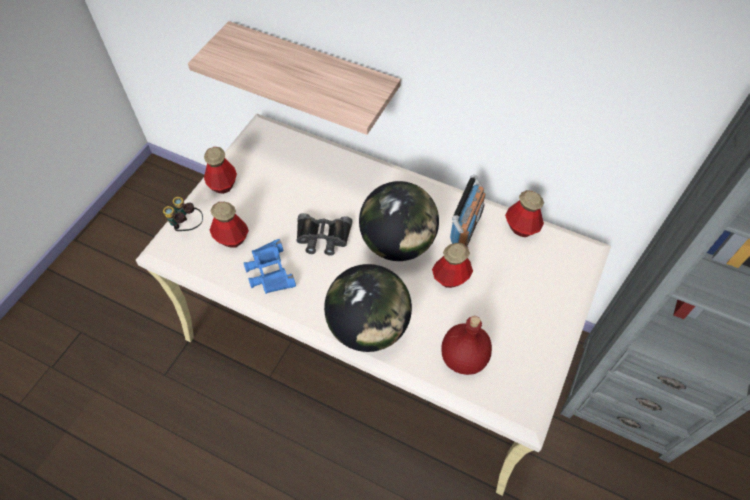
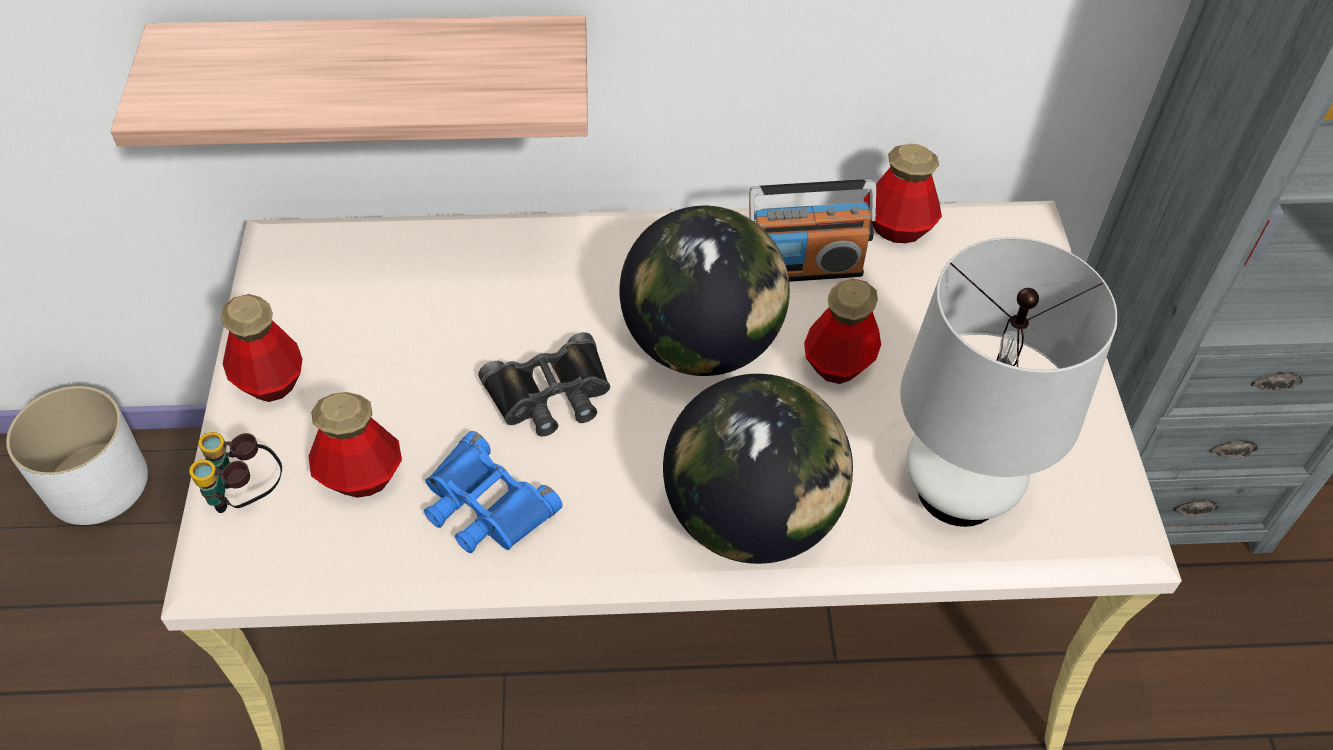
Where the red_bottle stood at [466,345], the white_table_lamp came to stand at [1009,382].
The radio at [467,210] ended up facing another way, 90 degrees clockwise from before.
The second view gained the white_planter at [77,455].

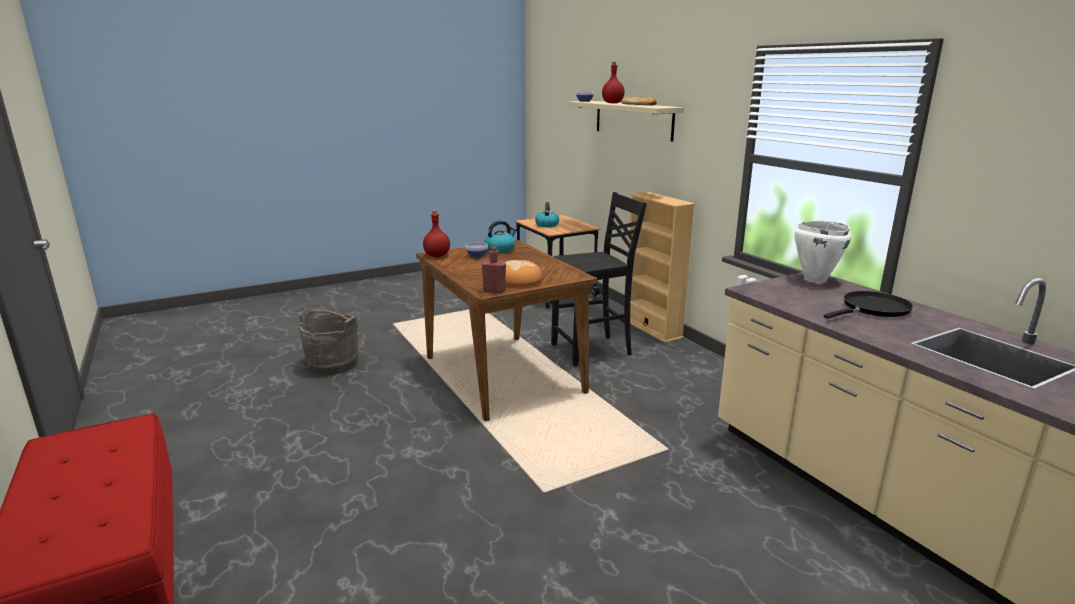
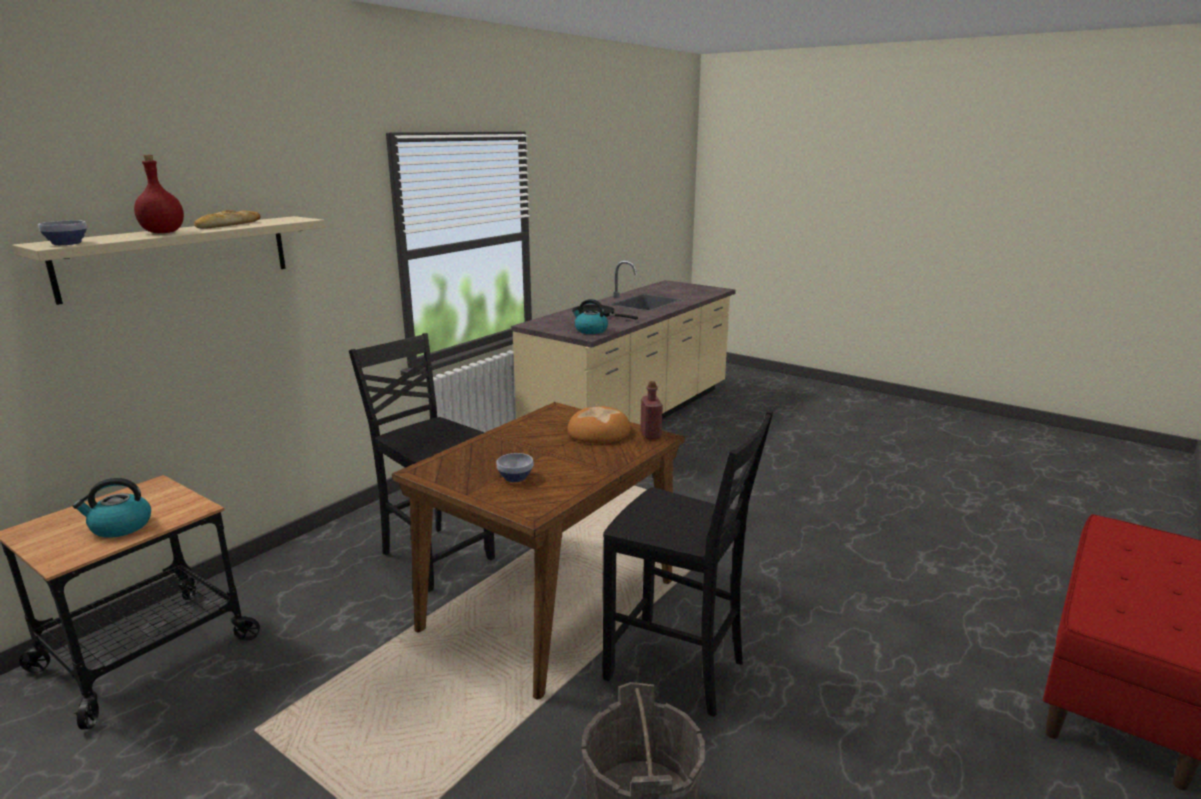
The second view lost the red_bottle at [436,233].
The kettle ended up elsewhere, having gone from [500,236] to [590,316].
The second view lost the beige_bookcase at [662,267].
The second view lost the white_cooking_pot at [822,252].
The second view gained the black_chair at [688,563].

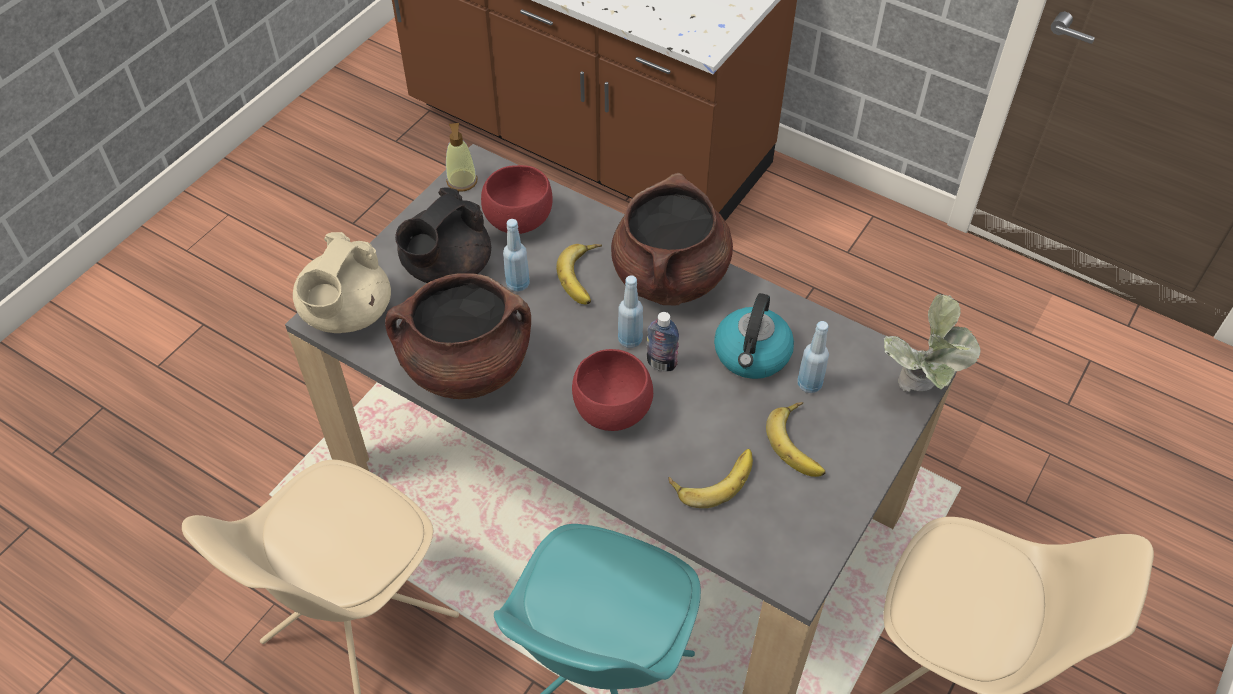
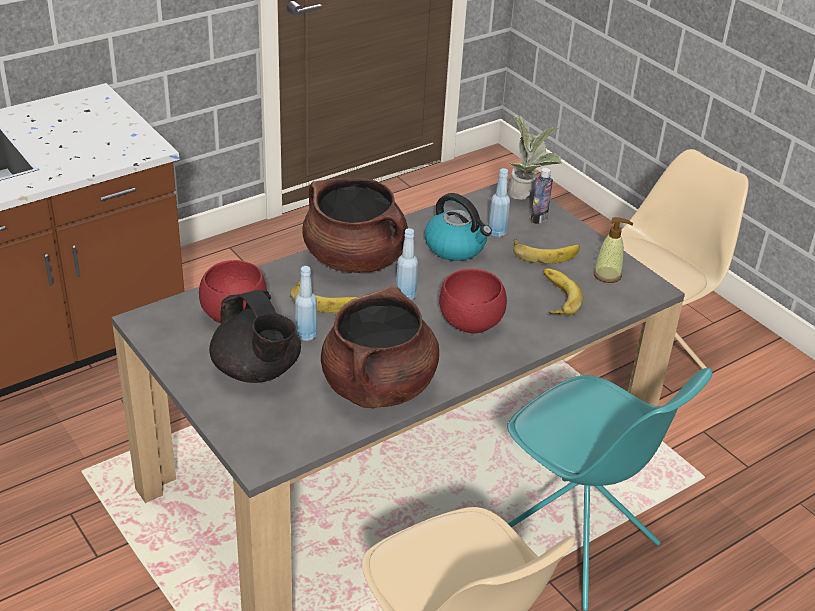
The second view lost the beige_teapot at [342,282].
The soap_dispenser ended up elsewhere, having gone from [462,157] to [613,250].
The bottle ended up elsewhere, having gone from [662,341] to [542,196].

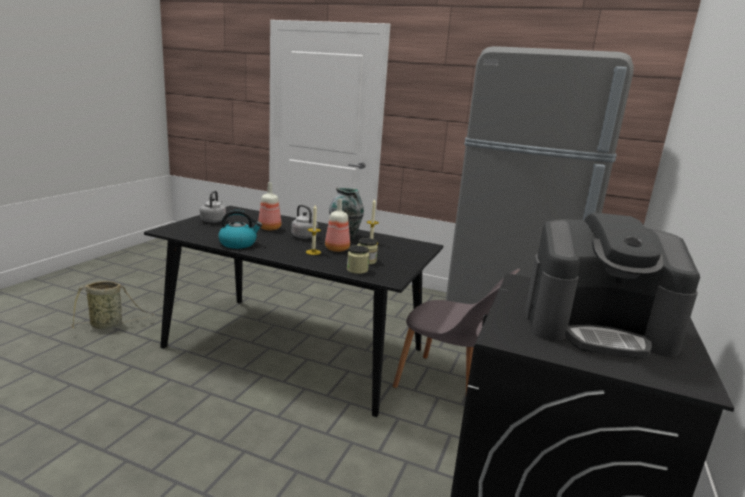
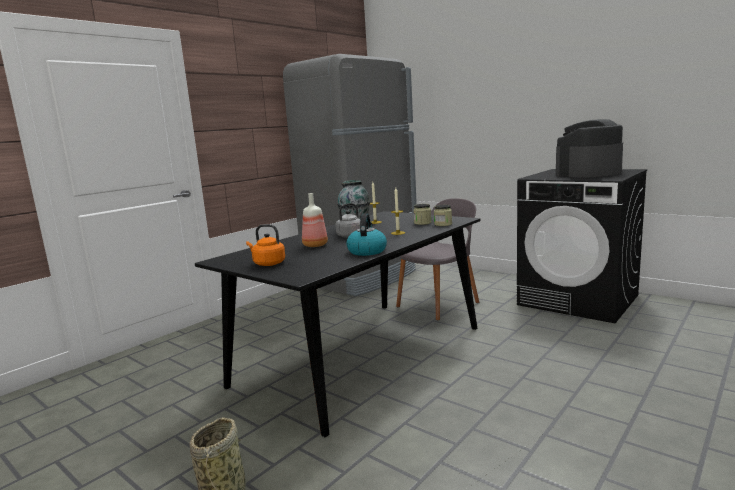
What was the grey_kettle at [213,206] turned into the orange_kettle at [265,245].
The second view lost the bottle at [337,225].
The coffee_machine at [612,285] ended up facing another way, 150 degrees counterclockwise from before.

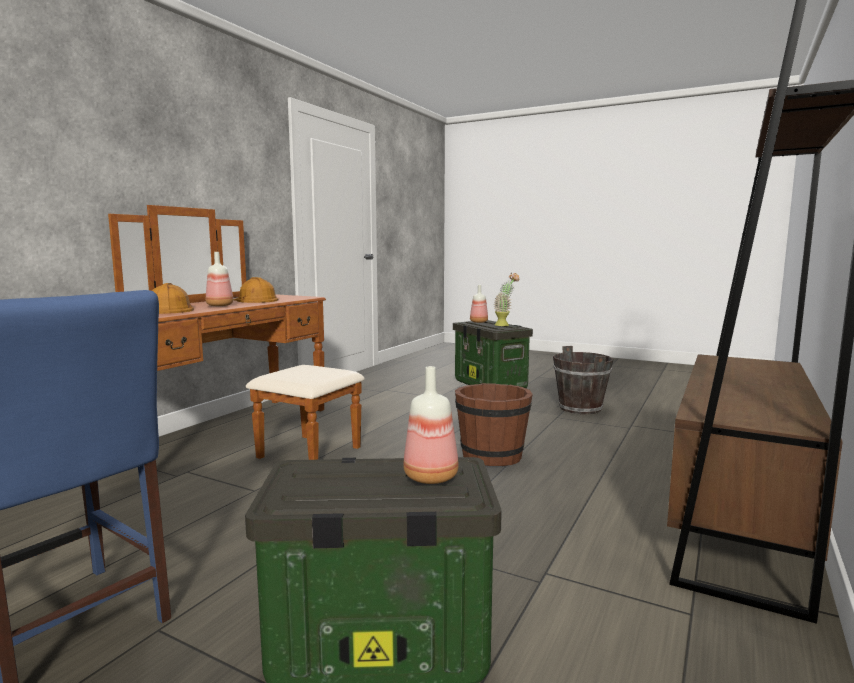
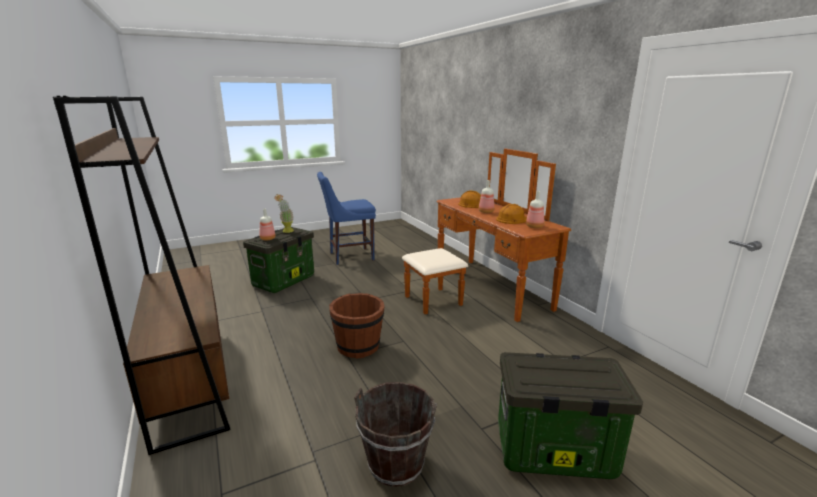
The bottle ended up elsewhere, having gone from [479,304] to [535,209].
The potted_plant ended up elsewhere, having gone from [507,299] to [284,213].

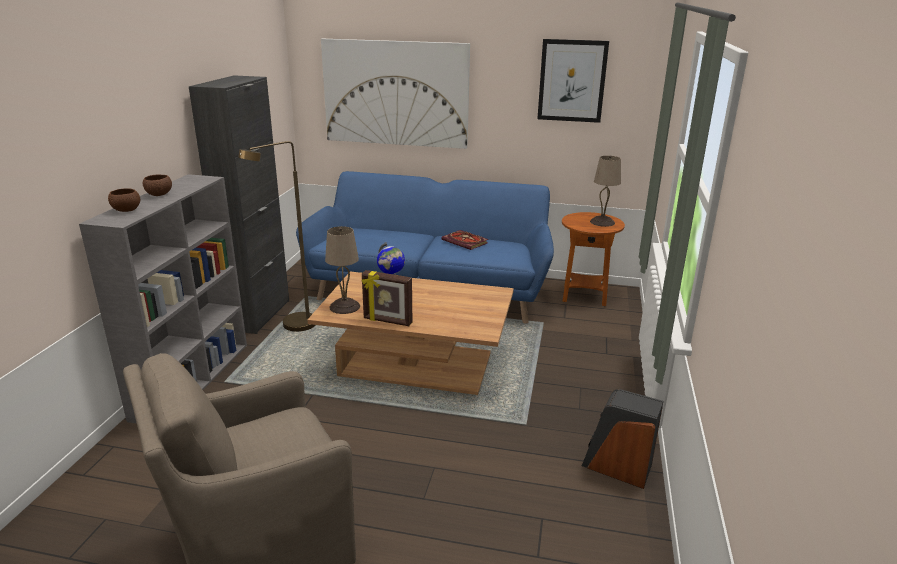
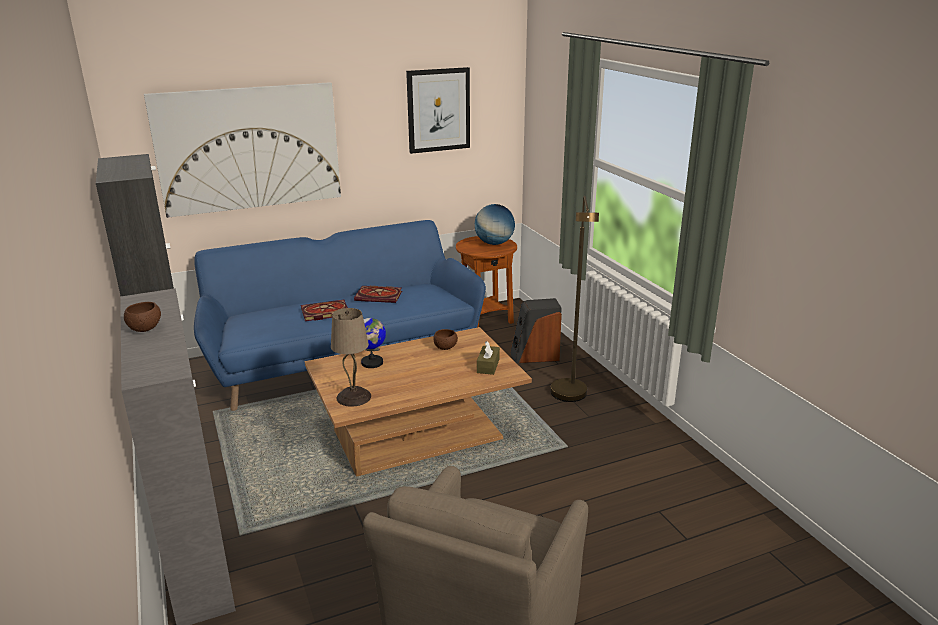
The brown_bowl ended up elsewhere, having gone from [124,200] to [445,339].
The brown_floor_lamp ended up elsewhere, having gone from [276,236] to [574,299].
The second view lost the picture_frame at [386,298].
The speaker ended up elsewhere, having gone from [622,439] to [536,330].
Where the beige_table_lamp stood at [605,191], the globe came to stand at [495,224].
The second view gained the book at [324,310].
The second view gained the brown_tissue_box at [488,358].

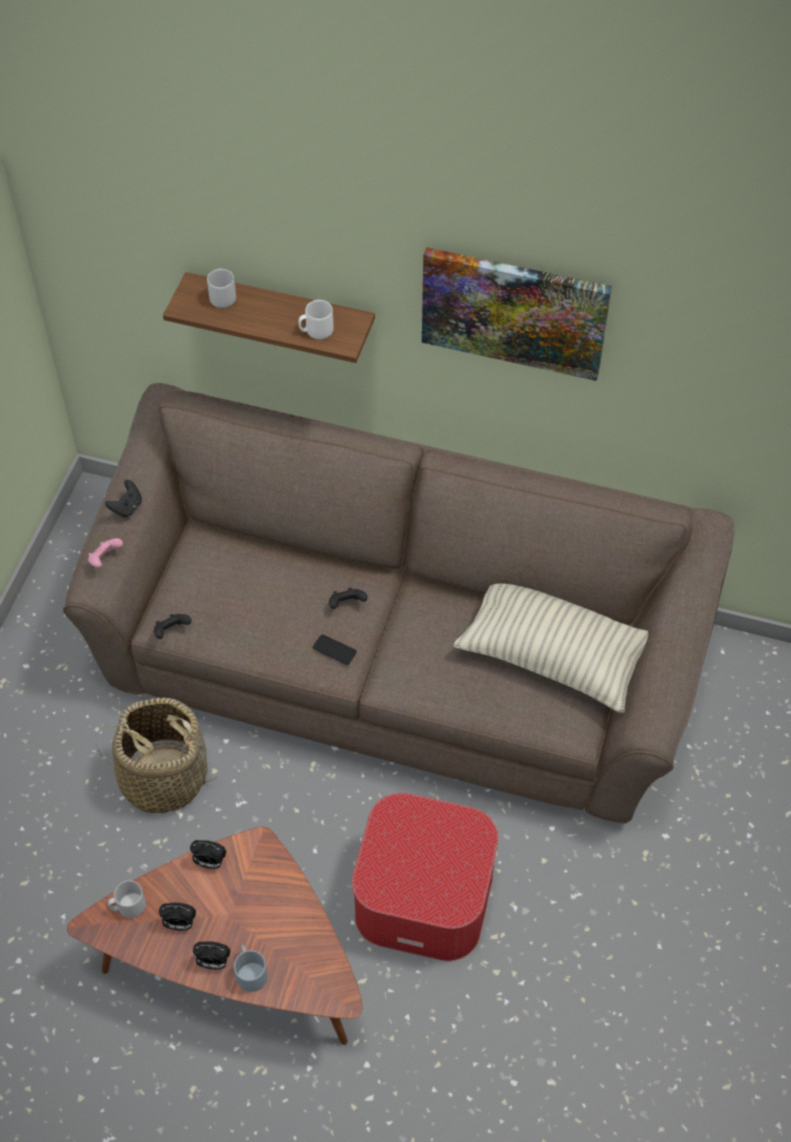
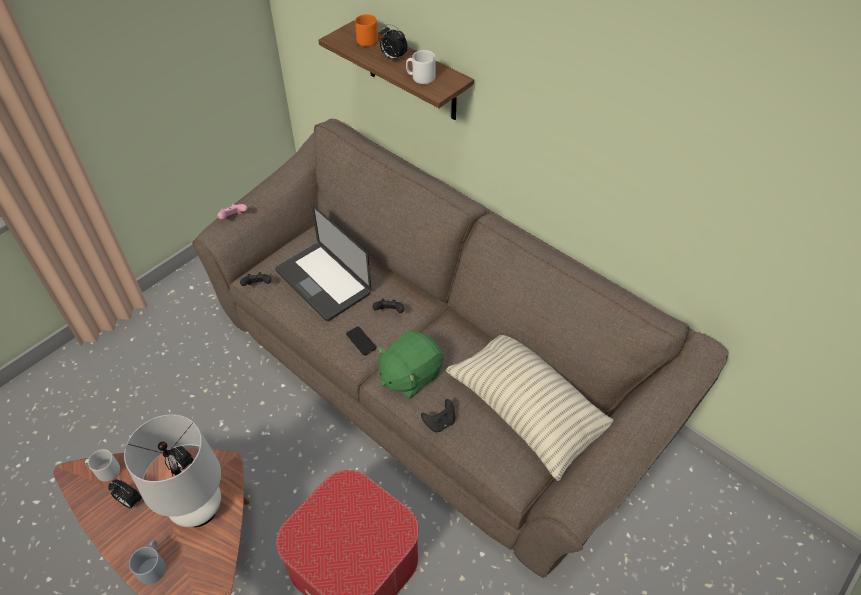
The second view lost the basket at [156,755].
The black_game_controller ended up elsewhere, having gone from [123,498] to [438,415].
The alarm_clock ended up elsewhere, having gone from [211,955] to [394,42].
What was the grey_mug at [221,288] turned into the orange_mug at [366,30].
The second view lost the picture at [517,314].
The second view gained the white_table_lamp at [172,471].
The second view gained the laptop at [323,263].
The second view gained the green_plush_toy at [410,364].

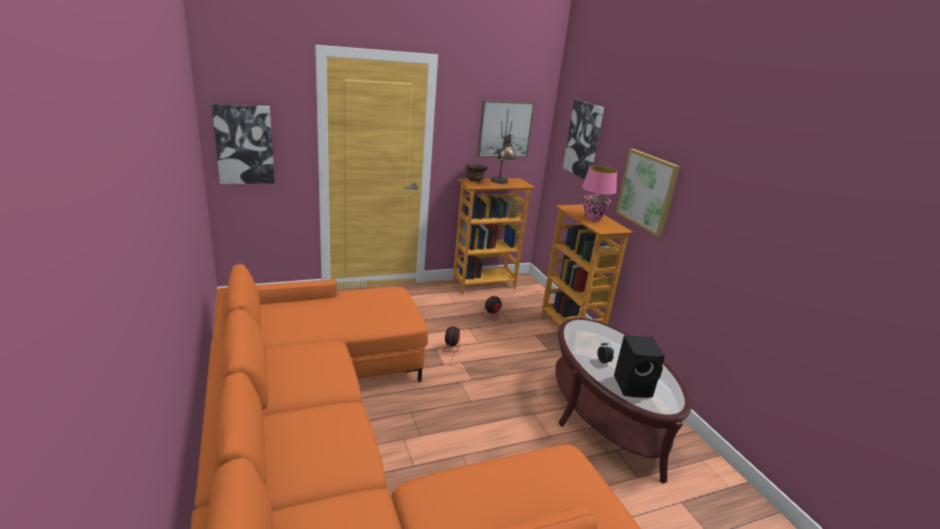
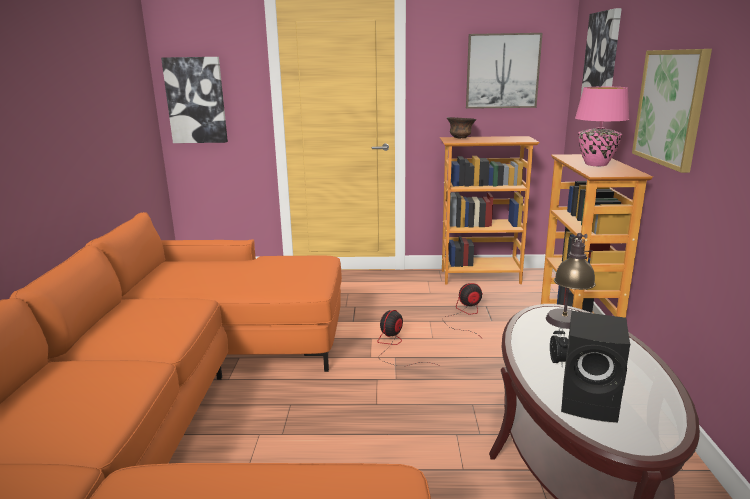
The table_lamp ended up elsewhere, having gone from [503,159] to [570,281].

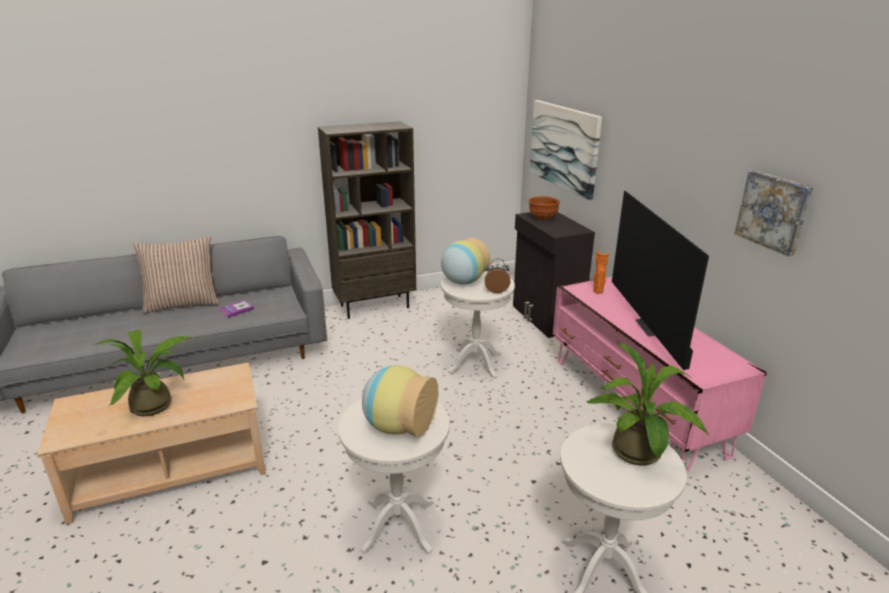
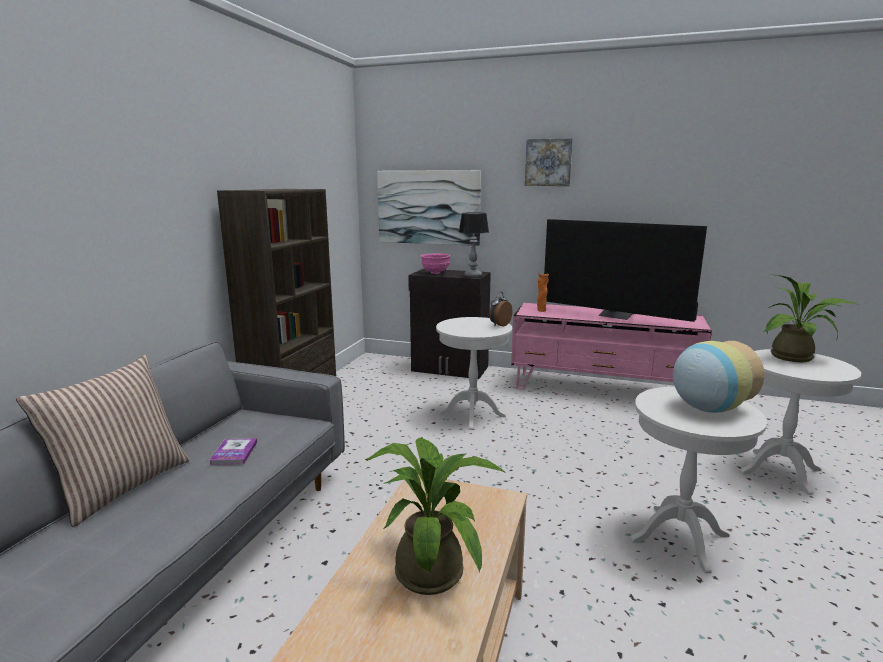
The second view lost the vase at [466,261].
What was the brown_bowl at [544,208] turned into the pink_bowl at [435,263].
The picture ended up elsewhere, having gone from [774,213] to [549,162].
The second view gained the table_lamp at [474,245].

